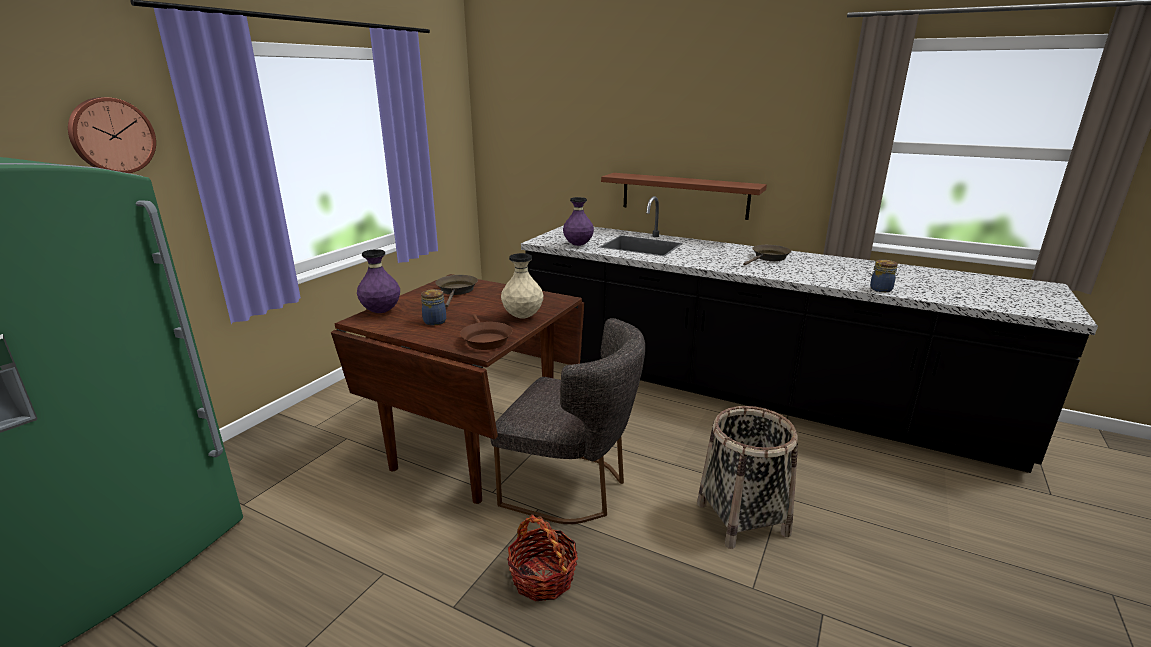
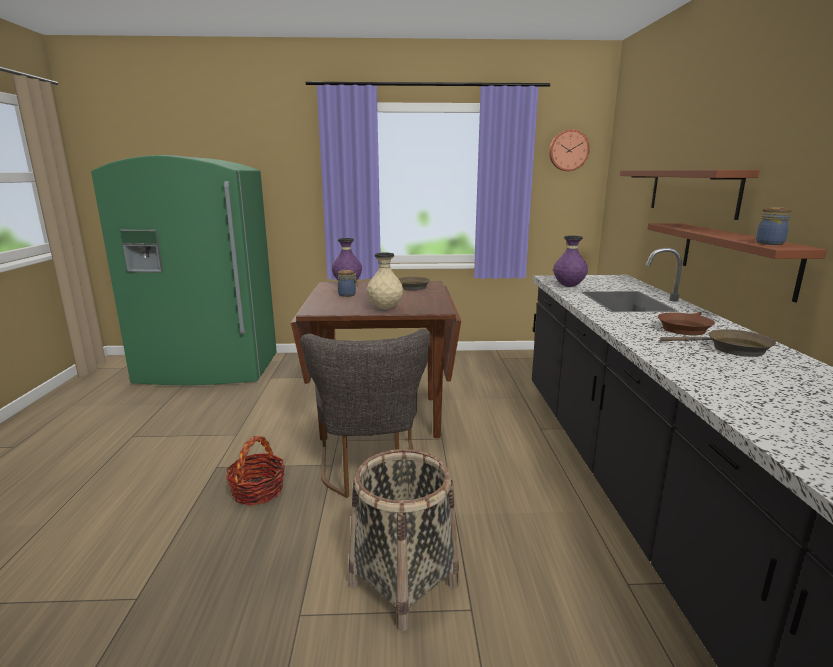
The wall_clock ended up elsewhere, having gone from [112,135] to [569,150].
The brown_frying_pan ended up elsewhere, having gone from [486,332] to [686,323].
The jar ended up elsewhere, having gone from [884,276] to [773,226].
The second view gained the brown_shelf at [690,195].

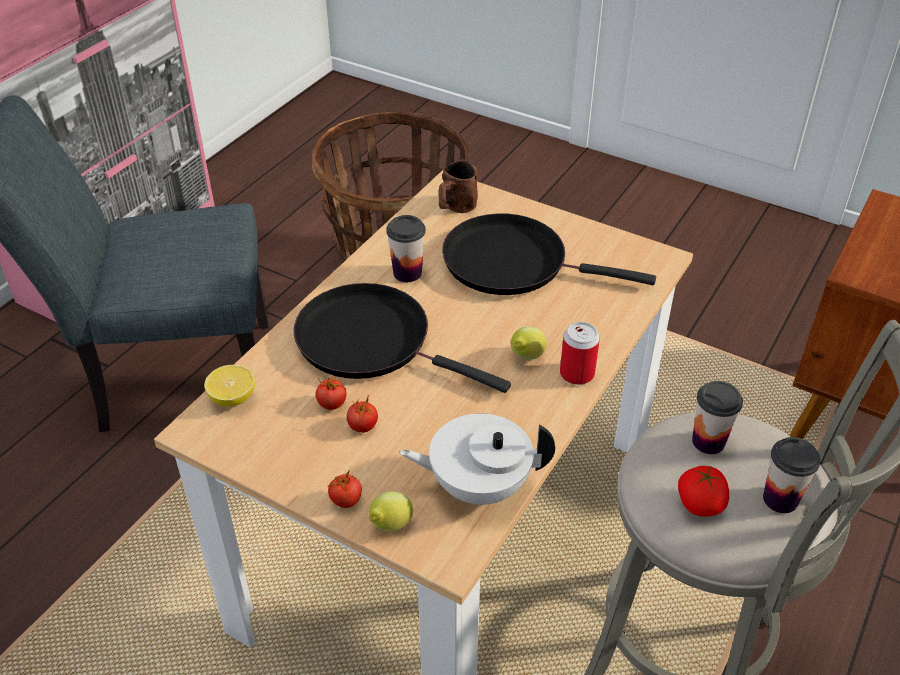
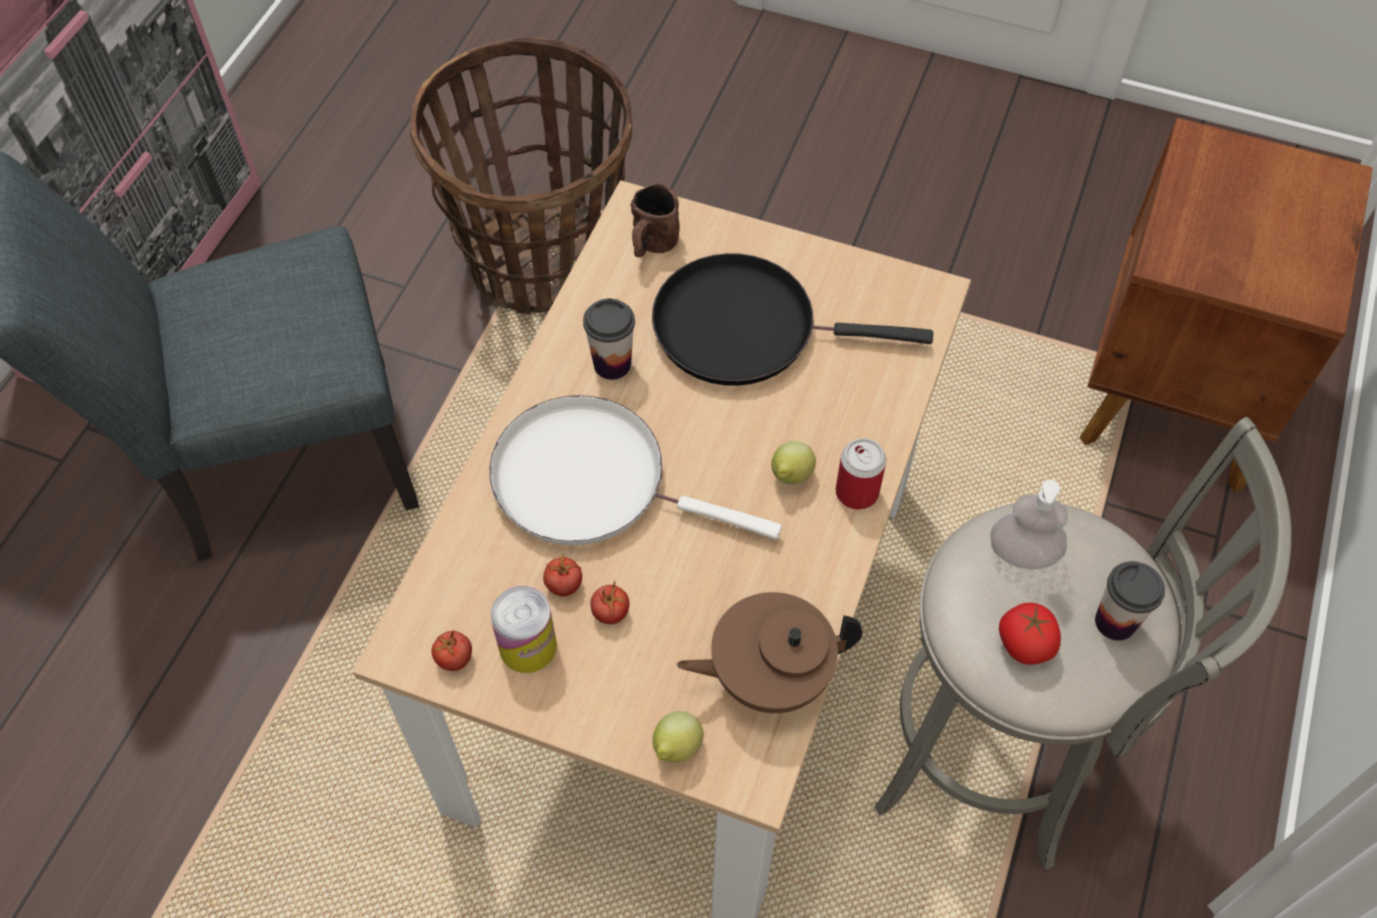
The second view lost the lemon at [229,386].
What was the black_frying_pan at [402,338] turned into the white_frying_pan at [635,470].
The tomato ended up elsewhere, having gone from [344,488] to [451,651].
What was the white_teapot at [477,459] turned into the brown_teapot at [769,652].
Where the cup stood at [717,417], the soap_dispenser came to stand at [1029,524].
The second view gained the can at [523,629].

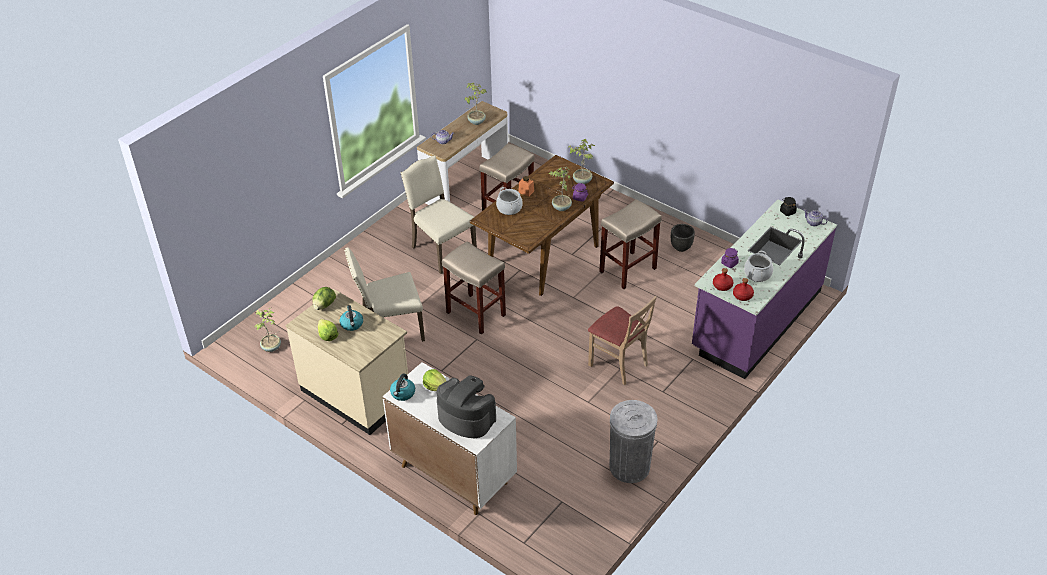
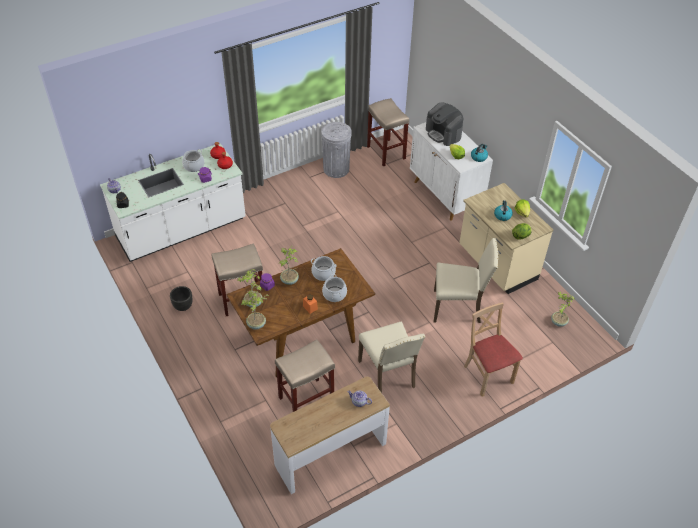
The beige_stool ended up elsewhere, having gone from [474,288] to [388,132].
The potted_plant ended up elsewhere, having gone from [475,104] to [255,309].
The beige_chair ended up elsewhere, having gone from [622,340] to [493,349].
What was the purple_counter at [764,289] turned into the white_counter at [173,202].
The second view gained the cooking_pot at [324,268].

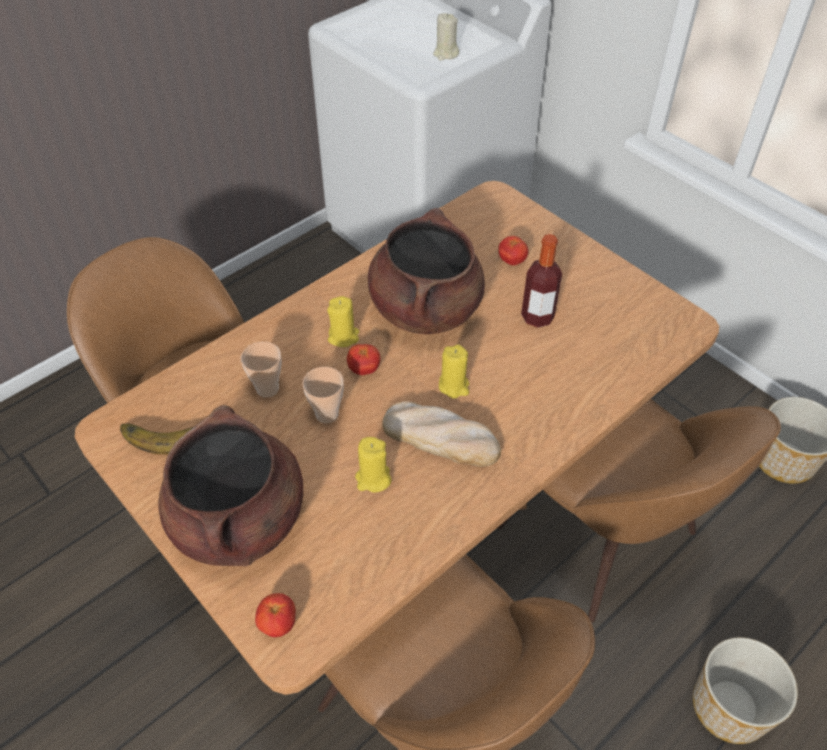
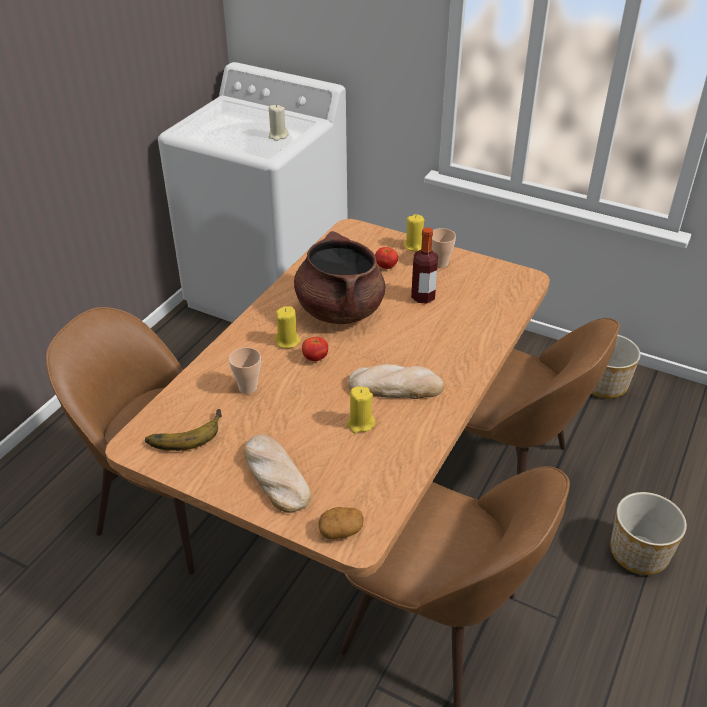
Where the brown_cooking_pot stood at [231,485], the bread came to stand at [277,473].
Where the tomato stood at [275,615], the potato came to stand at [341,523].
The cup ended up elsewhere, having gone from [323,395] to [444,248].
The yellow_candle ended up elsewhere, having gone from [454,372] to [414,233].

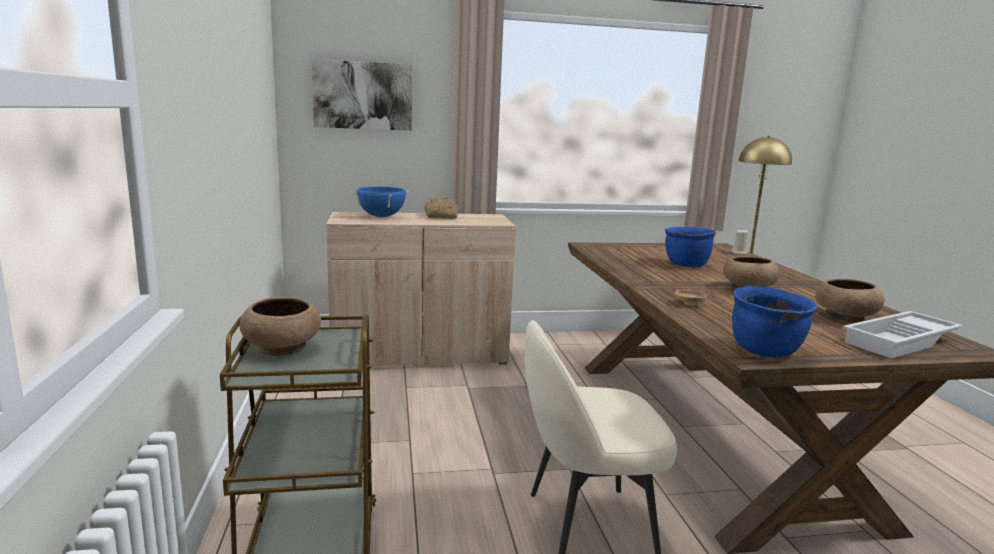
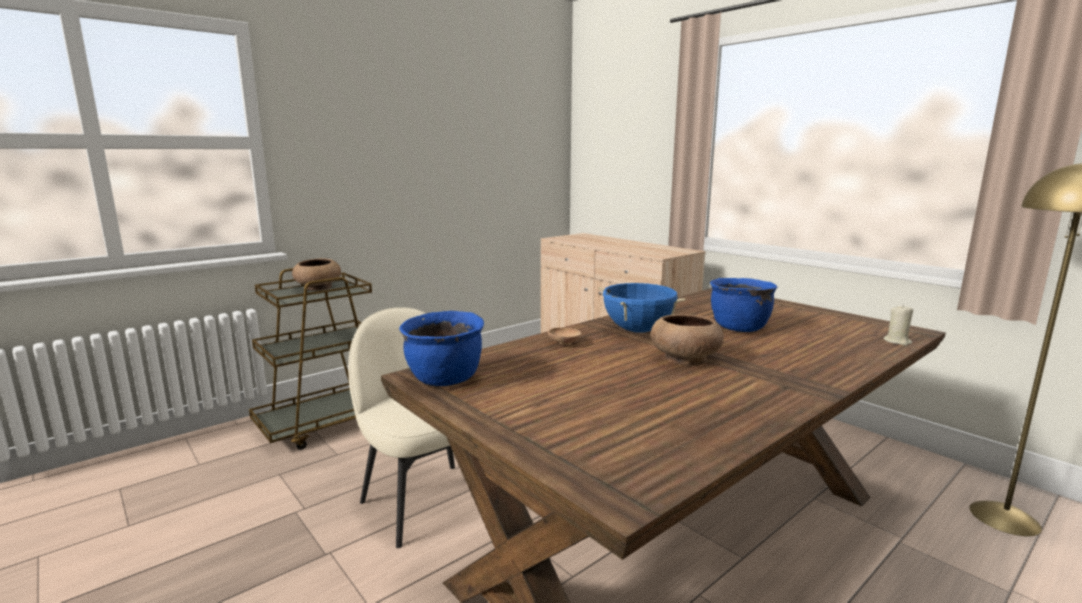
The second view lost the picture at [362,95].
The blue_cooking_pot ended up elsewhere, having gone from [381,202] to [641,308].
The second view lost the bread at [441,208].
The second view lost the brown_bowl at [849,301].
The second view lost the white_tray at [903,334].

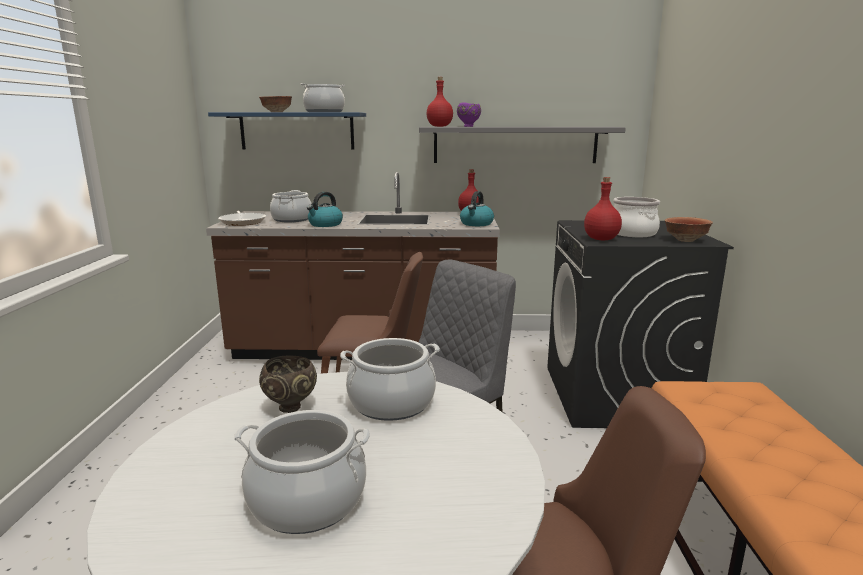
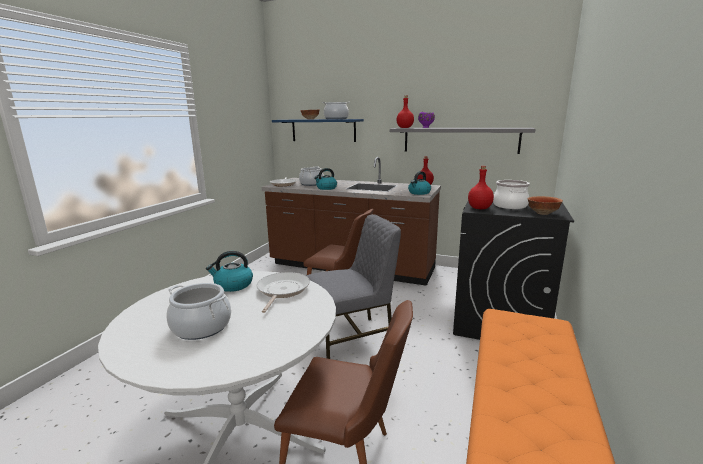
Where the brown_bowl stood at [288,384], the kettle came to stand at [229,271].
Where the cooking_pot stood at [390,379], the frying_pan came to stand at [283,292].

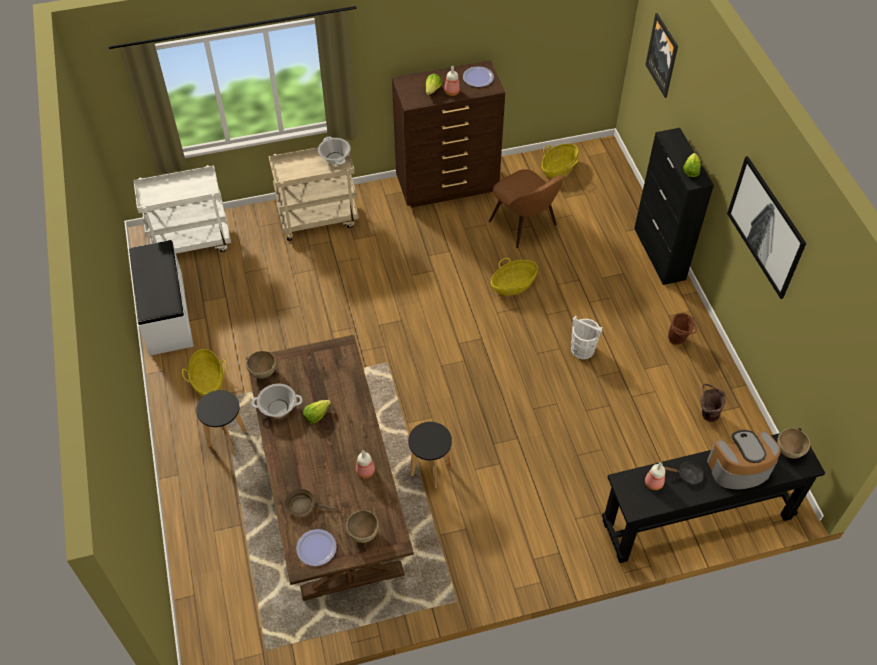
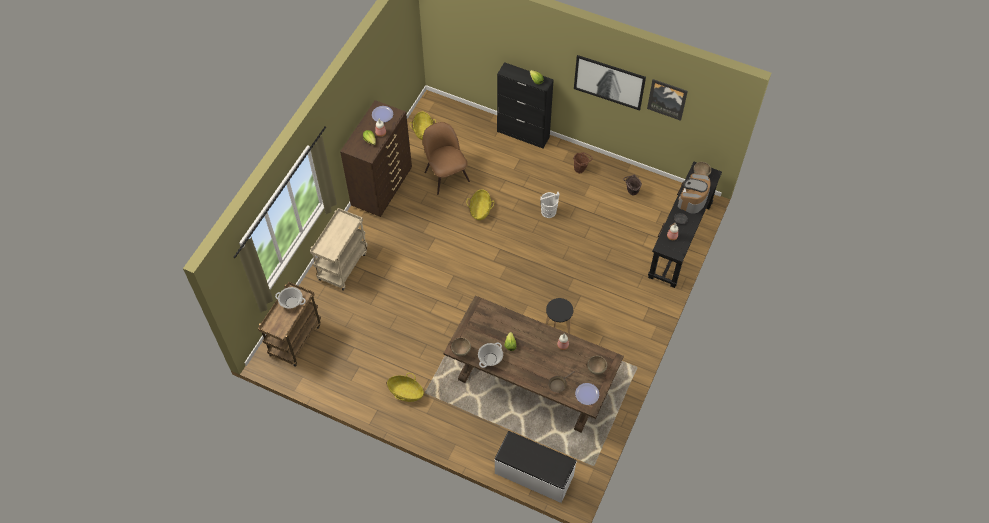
The white_bench ended up elsewhere, having gone from [161,298] to [536,467].
What was the white_cart at [182,209] turned into the brown_cart at [289,324].
The second view lost the black_stool at [221,422].
The cooking_pot ended up elsewhere, having gone from [334,151] to [290,298].
The brown_chair at [526,208] ended up facing another way, 120 degrees counterclockwise from before.
The picture ended up elsewhere, having gone from [661,55] to [667,100].

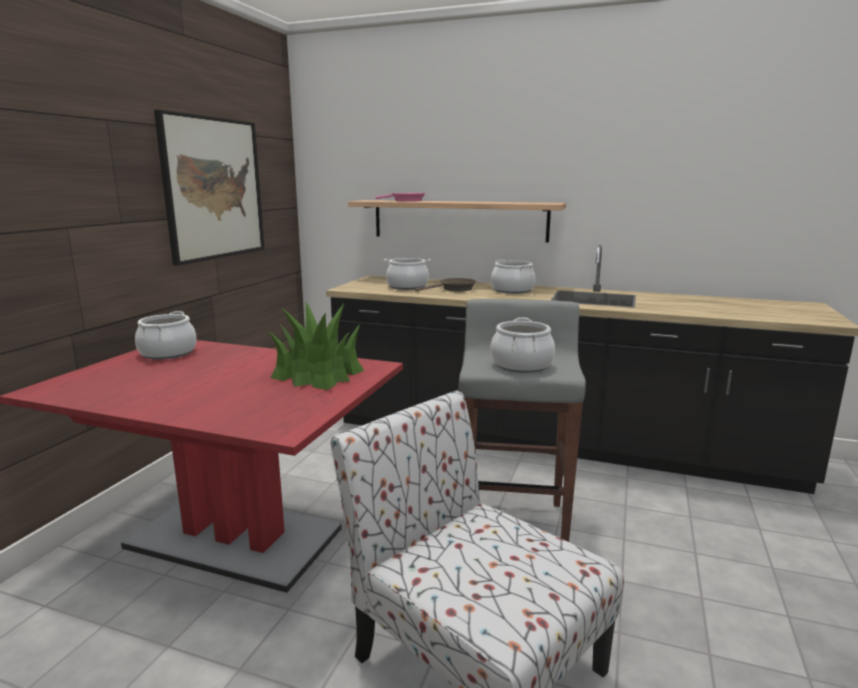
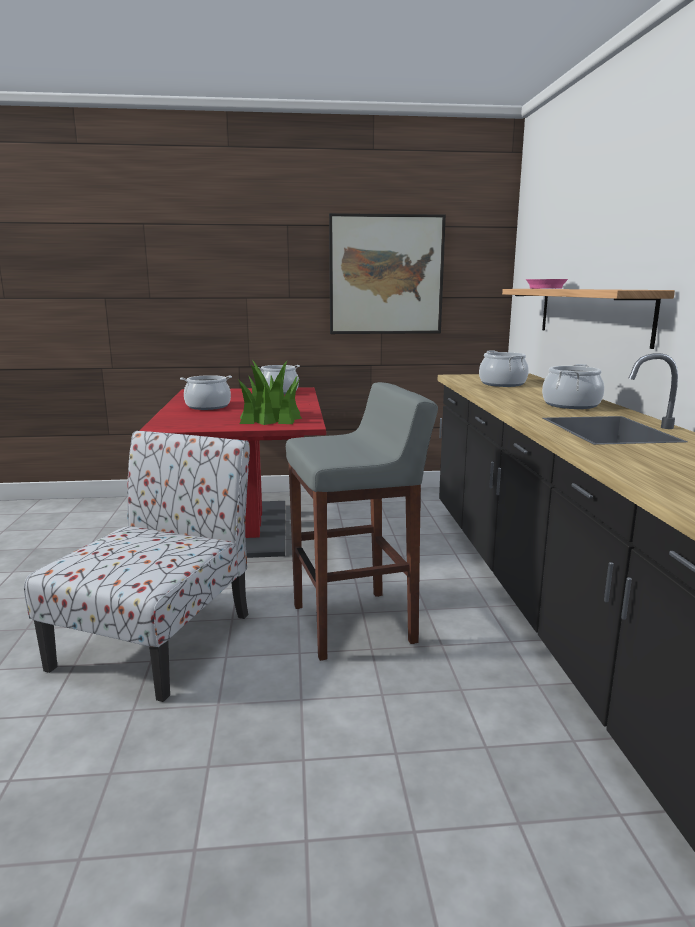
The second view lost the brown_frying_pan at [446,285].
The cooking_pot ended up elsewhere, having gone from [522,345] to [206,392].

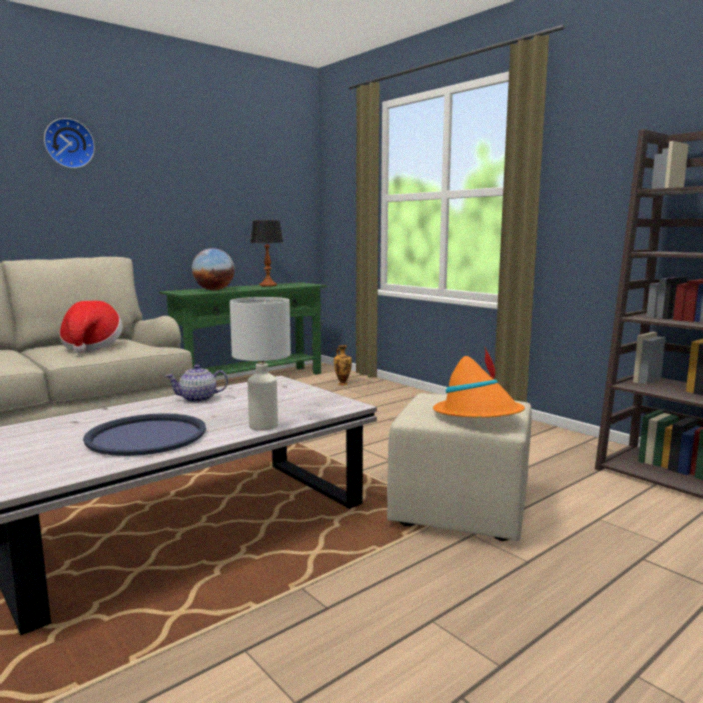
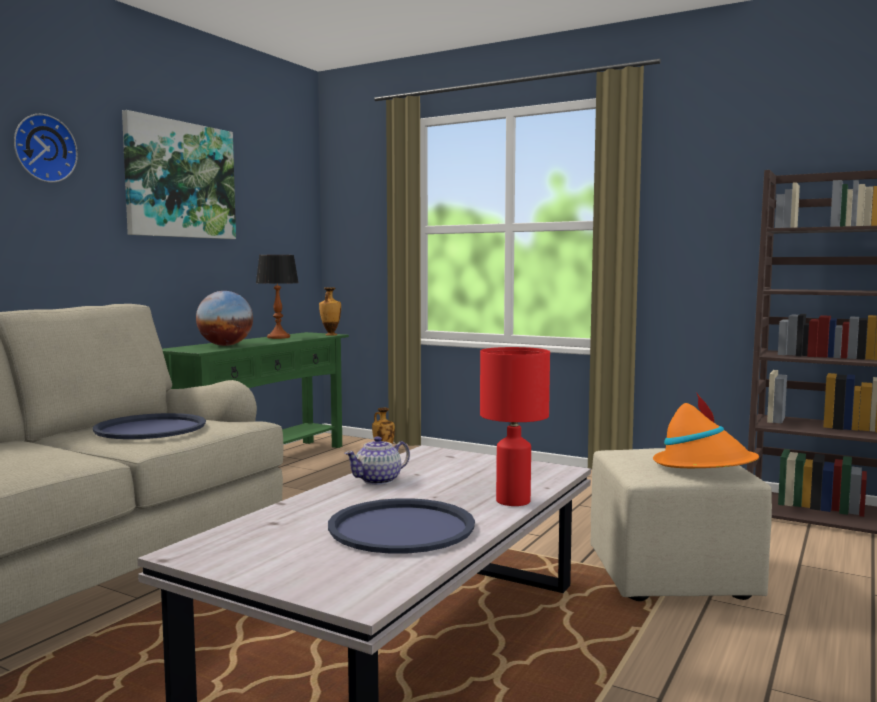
Where the hat stood at [91,327], the blue_tray came to stand at [149,426].
What was the white_table_lamp at [260,364] turned into the red_table_lamp at [515,426].
The second view gained the picture at [179,174].
The second view gained the vase at [330,312].

